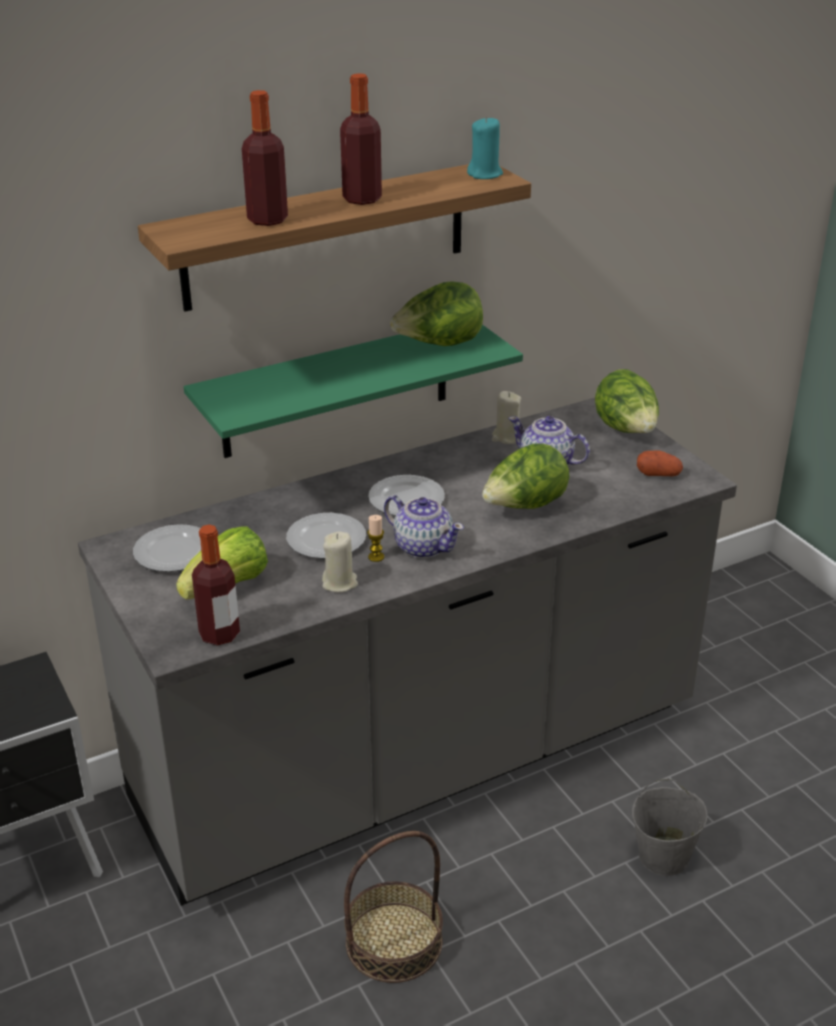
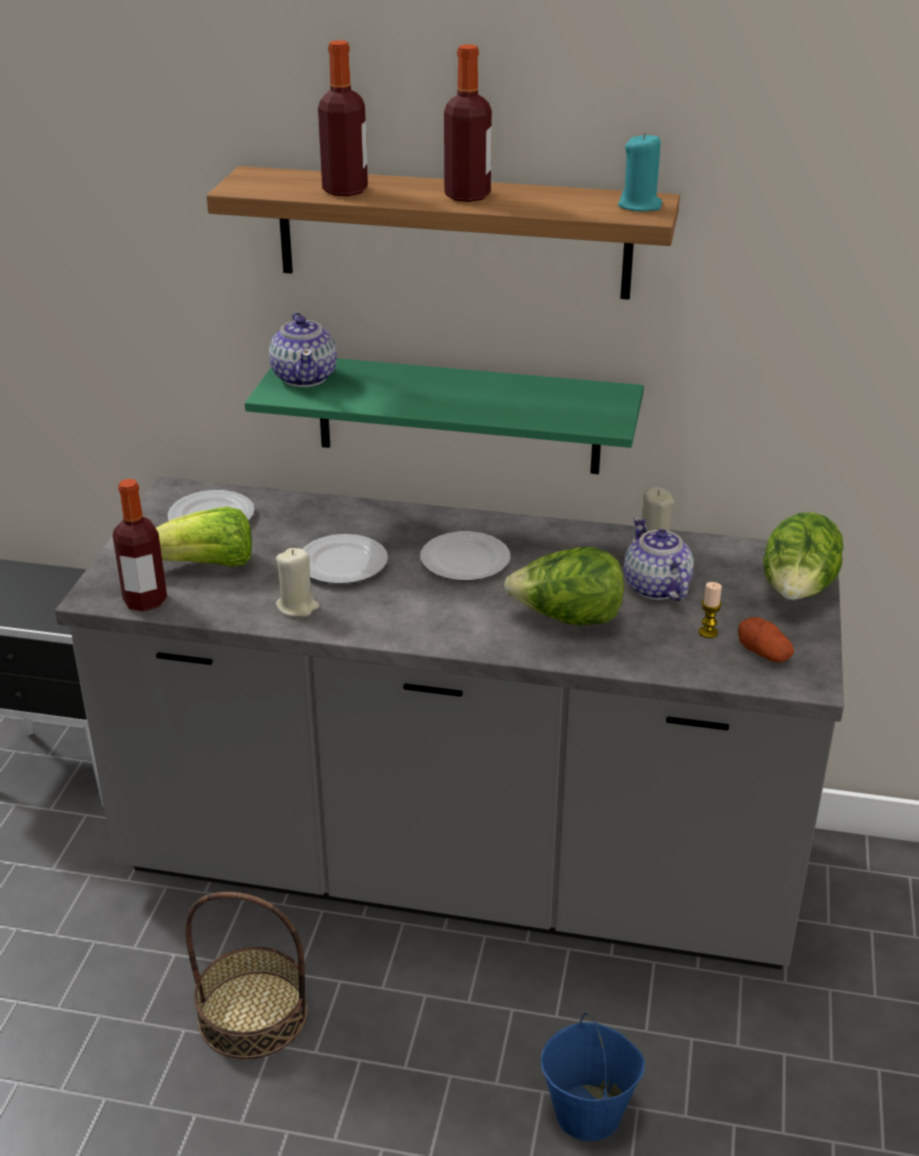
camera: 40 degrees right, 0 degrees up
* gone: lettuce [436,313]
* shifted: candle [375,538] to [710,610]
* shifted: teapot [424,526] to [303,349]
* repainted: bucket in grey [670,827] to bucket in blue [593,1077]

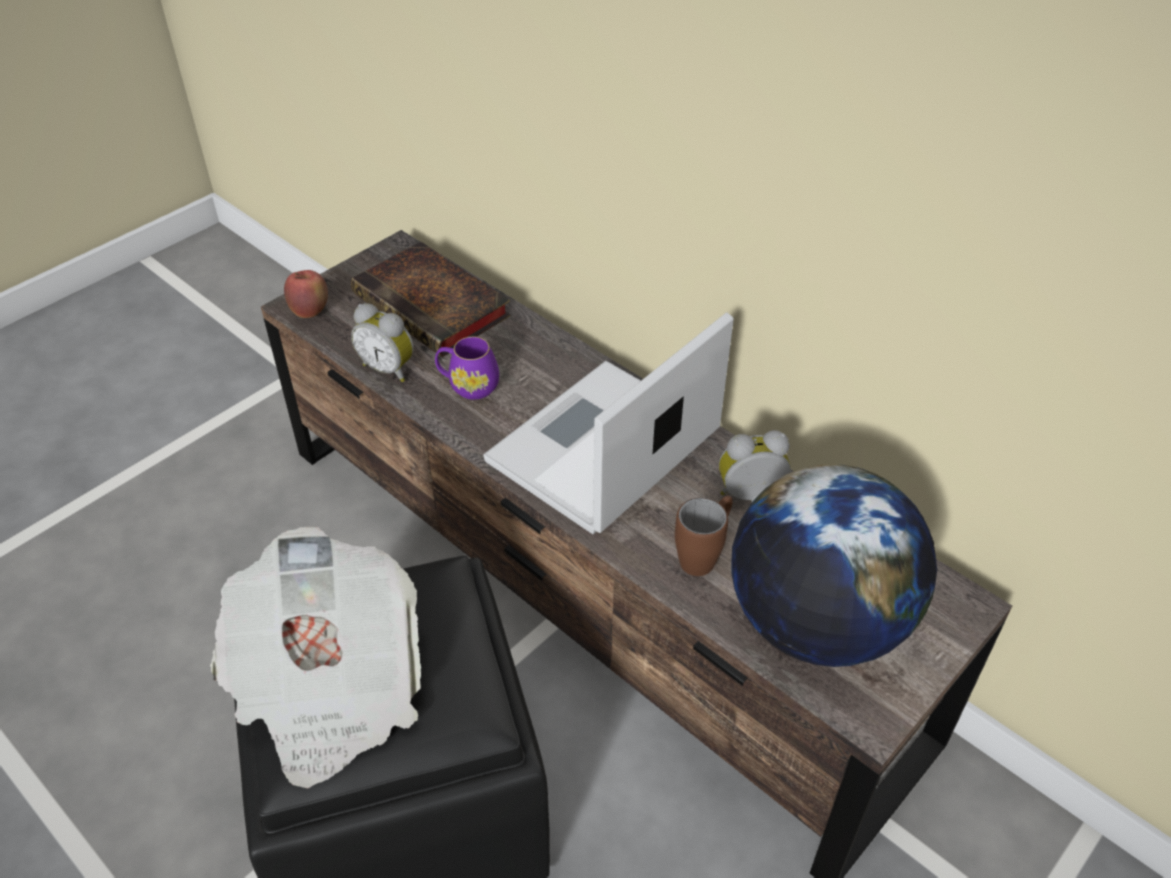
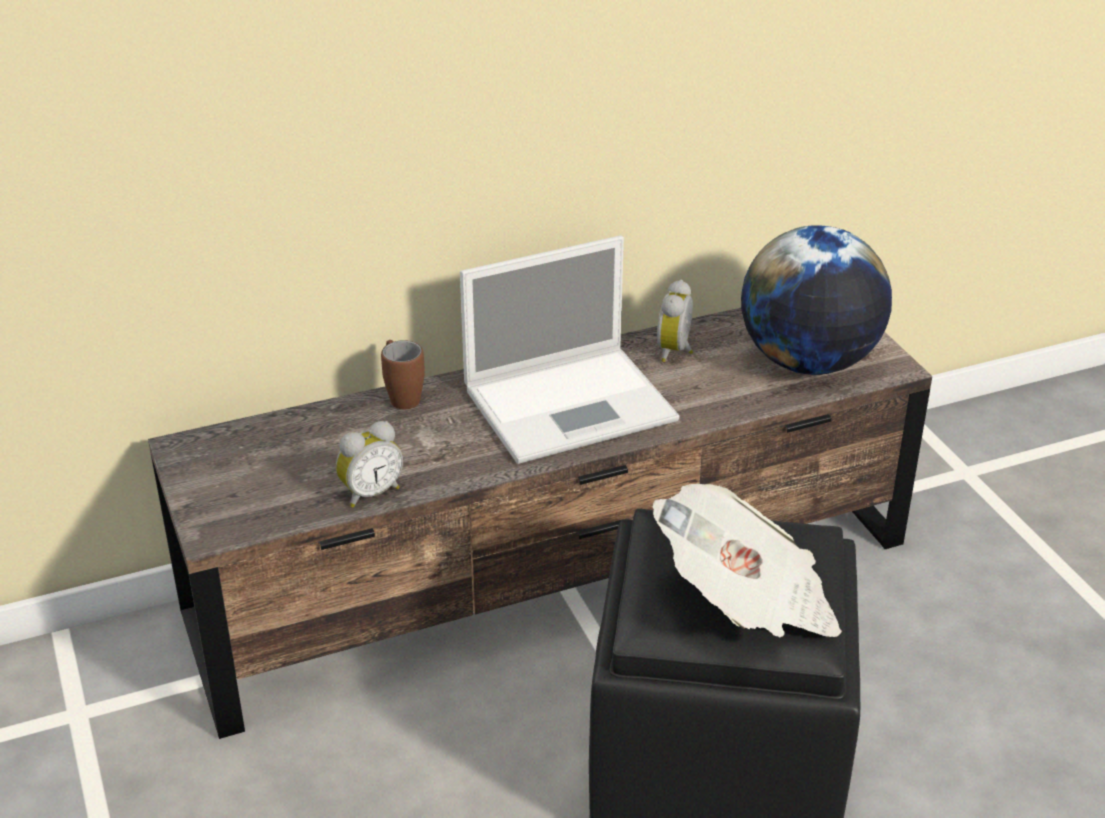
camera: 65 degrees left, 10 degrees down
* gone: apple [306,294]
* gone: book [431,299]
* gone: mug in purple [467,368]
* shifted: mug in brown [704,536] to [403,374]
* rotated: laptop [608,423] = [569,350] 90 degrees counterclockwise

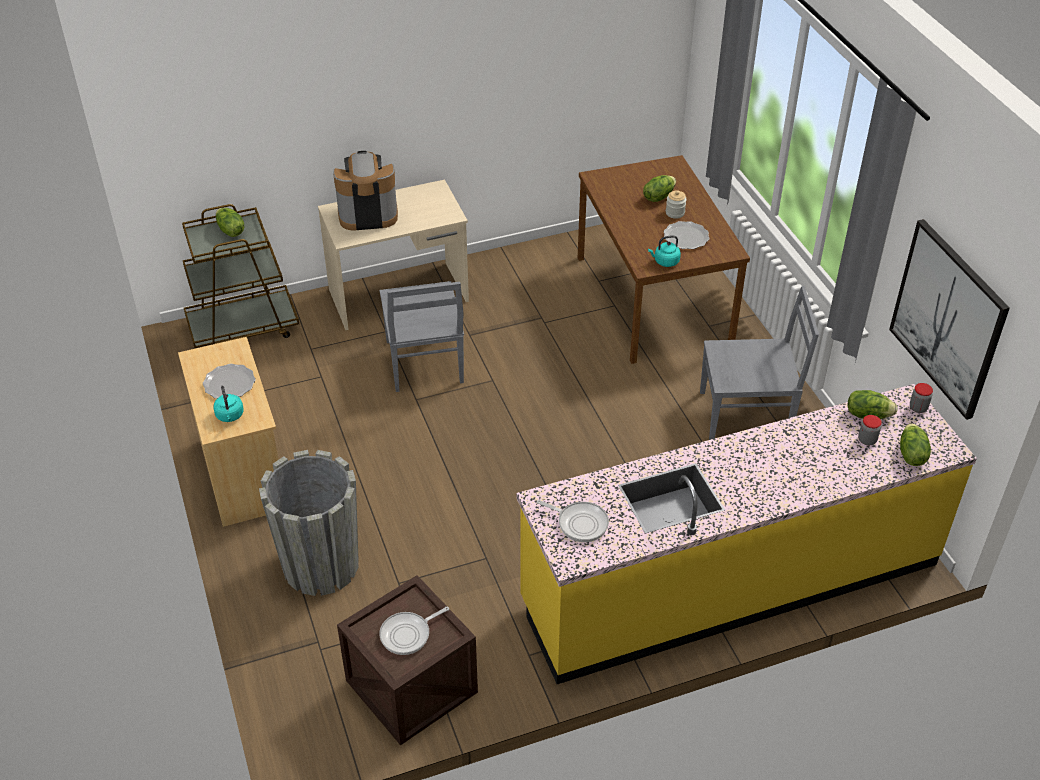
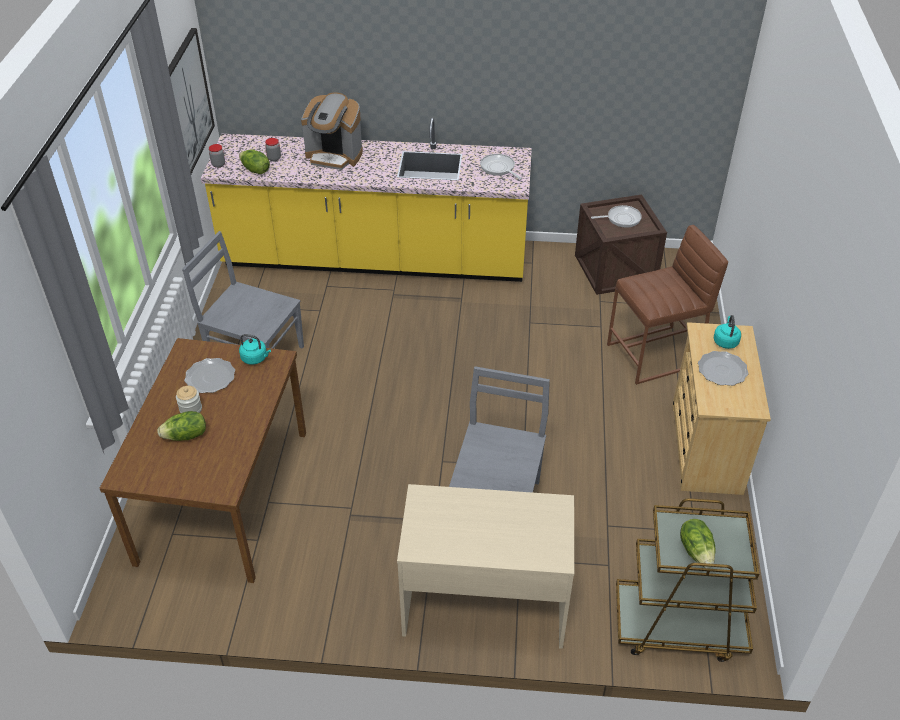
camera: 155 degrees left, 0 degrees up
* gone: lettuce [915,444]
* shifted: coffee machine [365,191] to [332,131]
* swapped: planter in grey [309,523] to stool in brown [667,305]

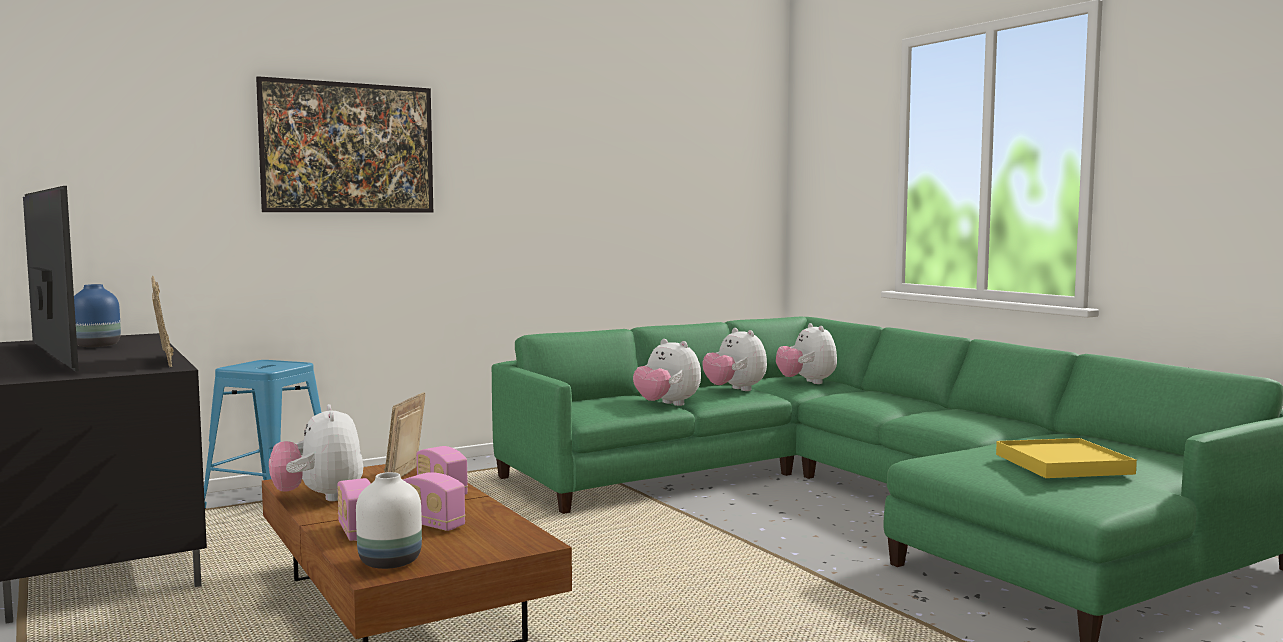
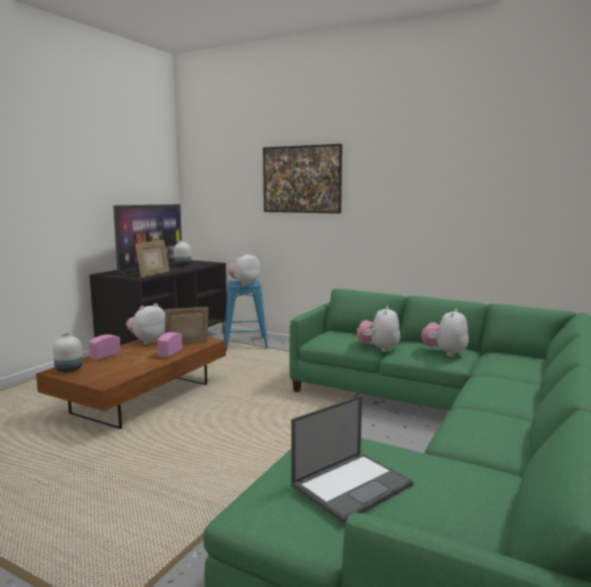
camera: 60 degrees right, 5 degrees up
* gone: radio [434,501]
* shifted: plush toy [806,353] to [244,269]
* swapped: tray in yellow [1066,458] to laptop [352,459]
* repainted: vase in blue [97,315] to vase in white [183,253]

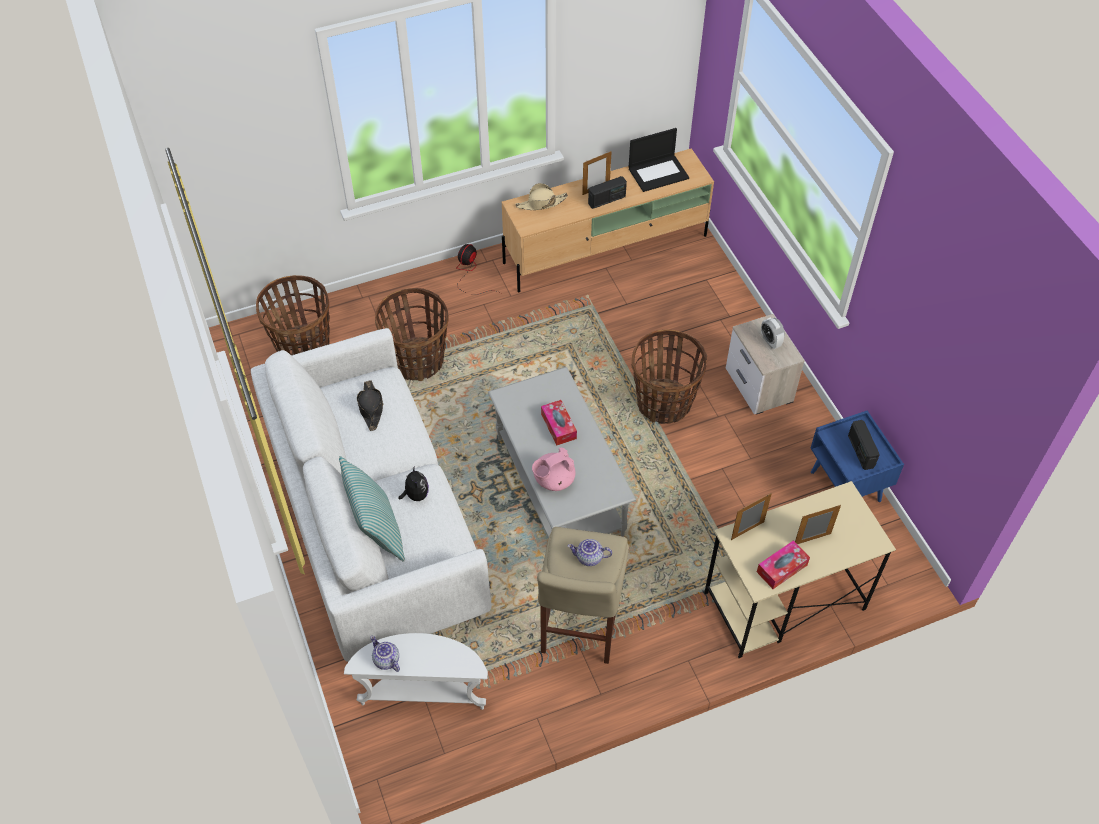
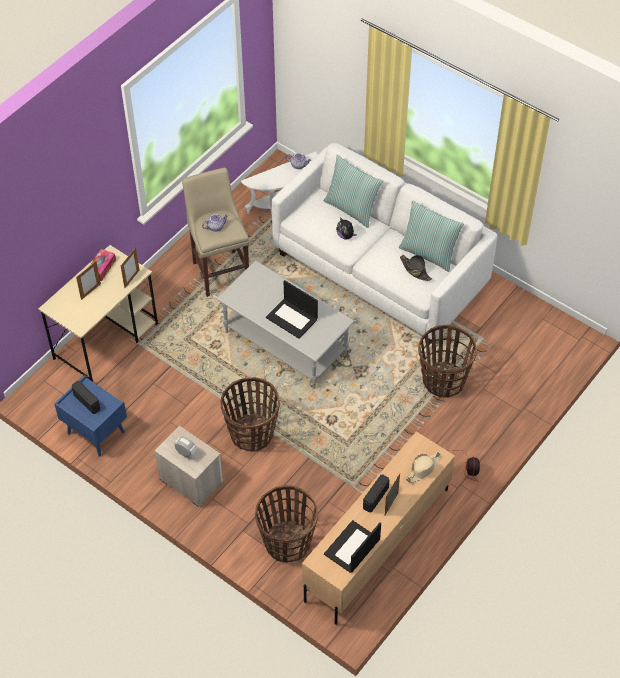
camera: 150 degrees right, 0 degrees up
* gone: teapot in pink [553,469]
* new: pillow [431,236]
* shifted: basket [293,315] to [286,524]
* swapped: tissue box [559,423] to laptop [292,309]

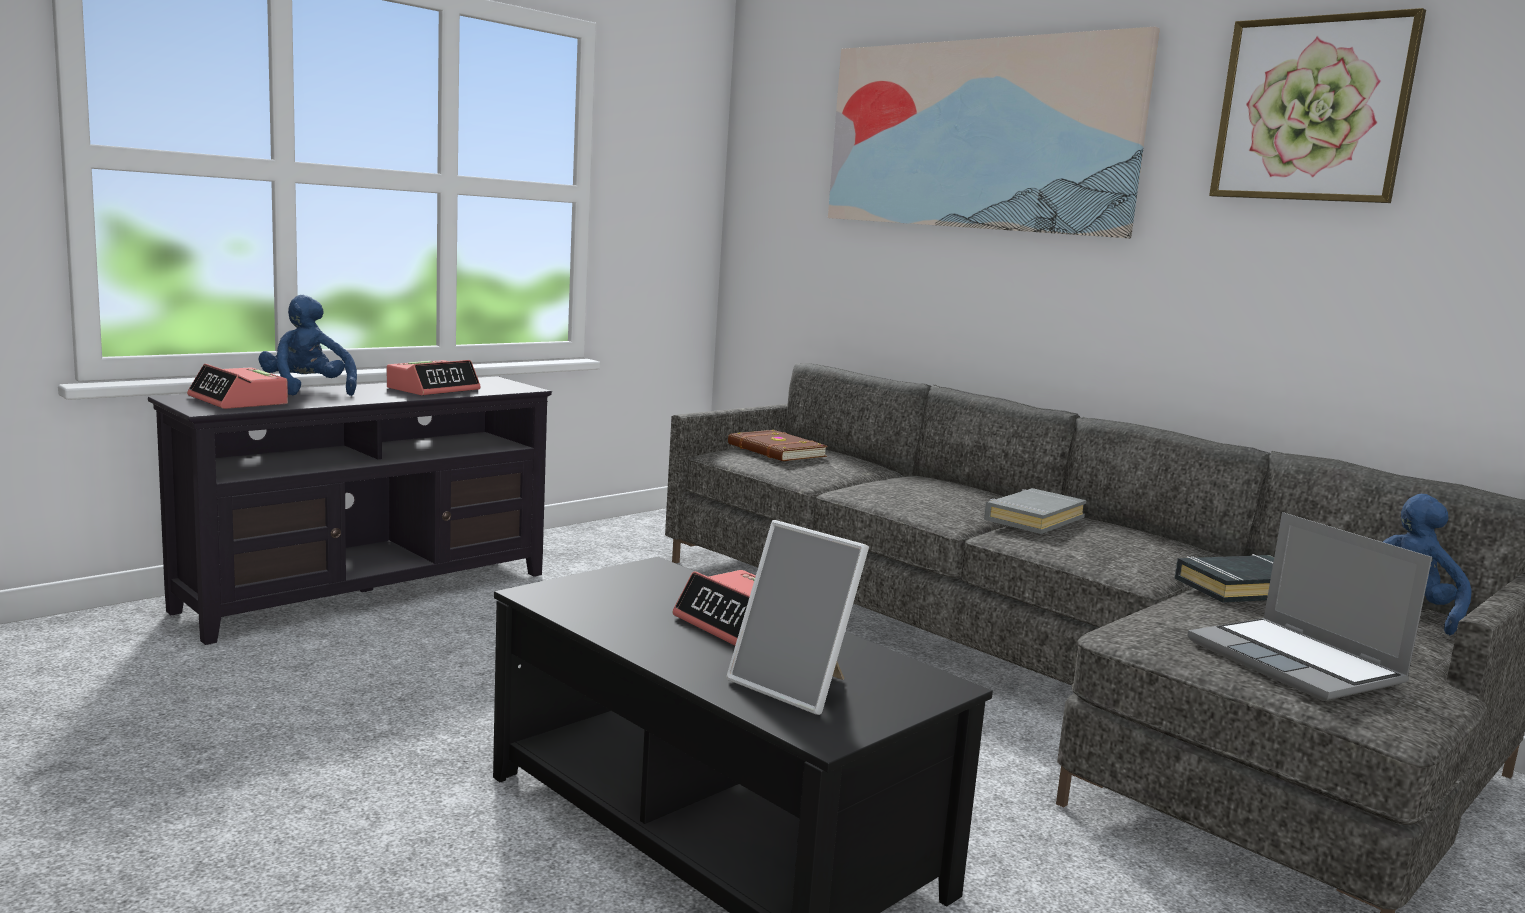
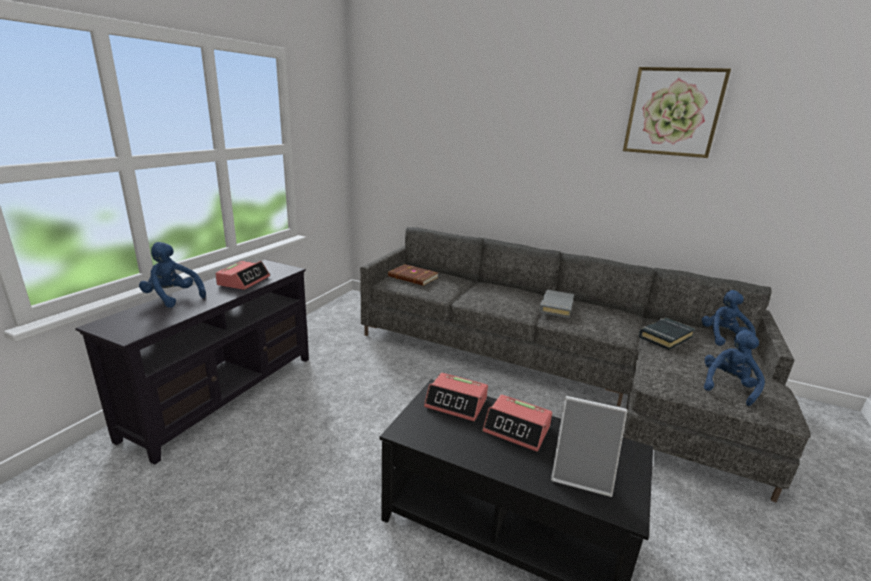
camera: 20 degrees left, 10 degrees up
* gone: picture [994,133]
* shifted: alarm clock [237,386] to [456,397]
* swapped: laptop [1309,606] to plush toy in blue [734,368]

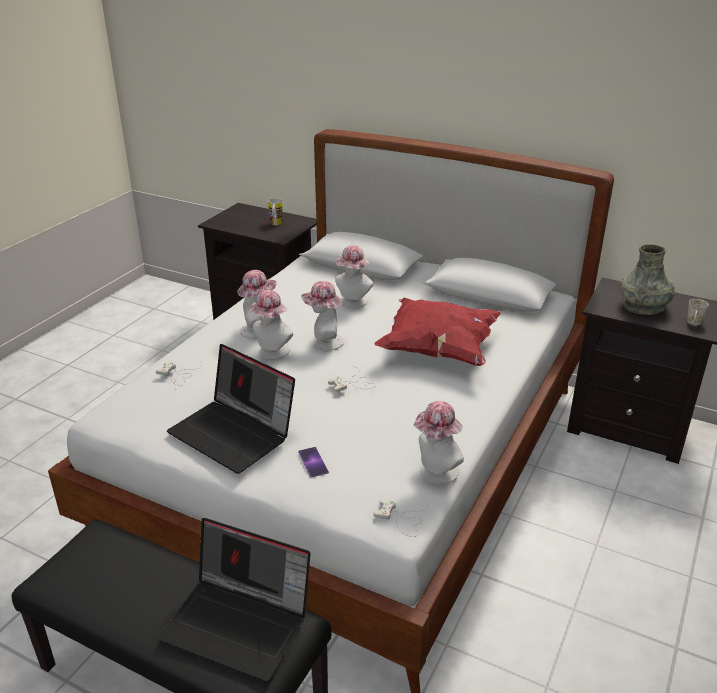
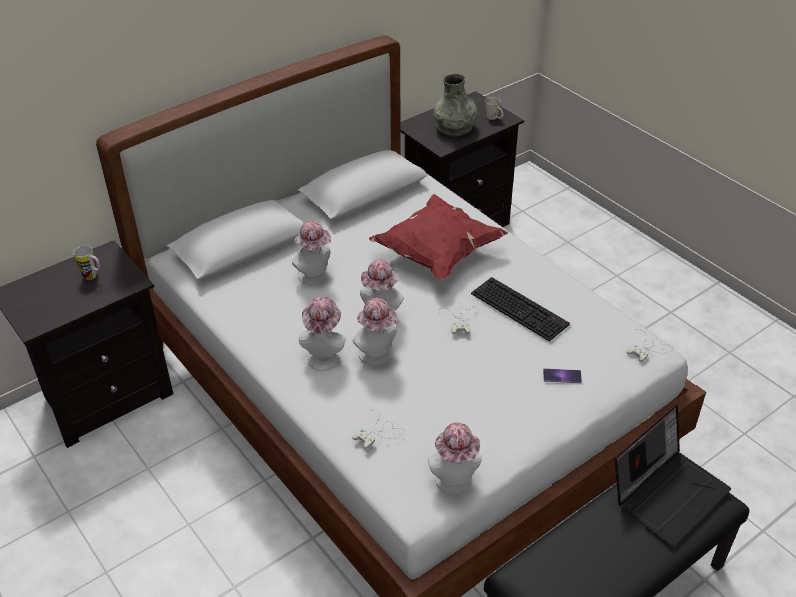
camera: 65 degrees left, 10 degrees up
* gone: laptop [231,409]
* new: keyboard [520,309]
* shifted: hat [438,442] to [454,458]

